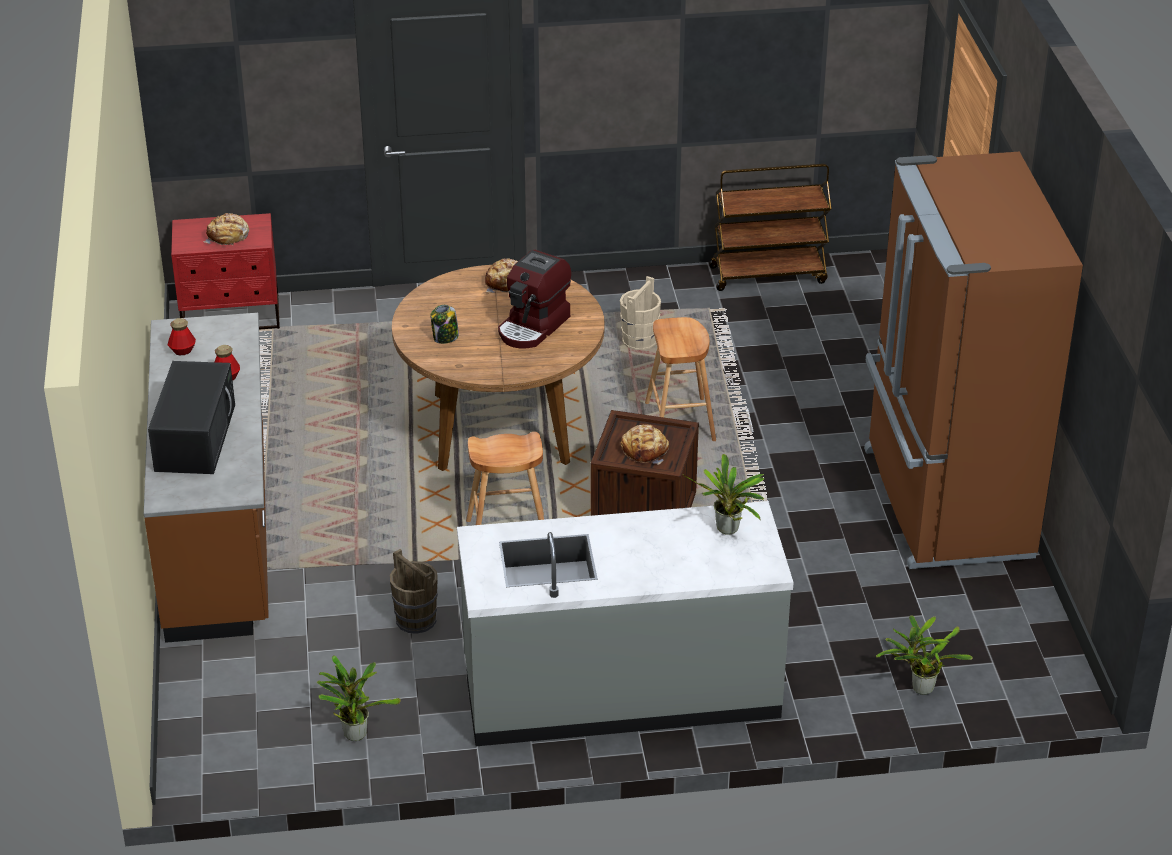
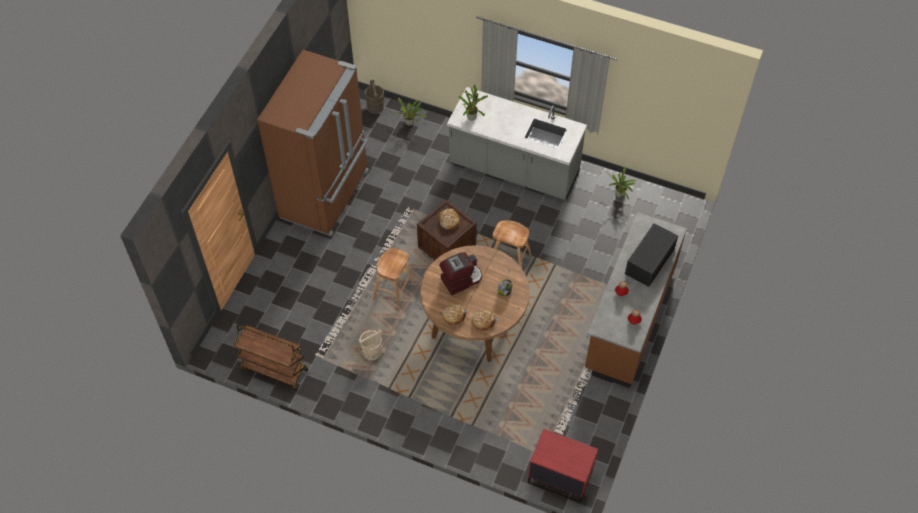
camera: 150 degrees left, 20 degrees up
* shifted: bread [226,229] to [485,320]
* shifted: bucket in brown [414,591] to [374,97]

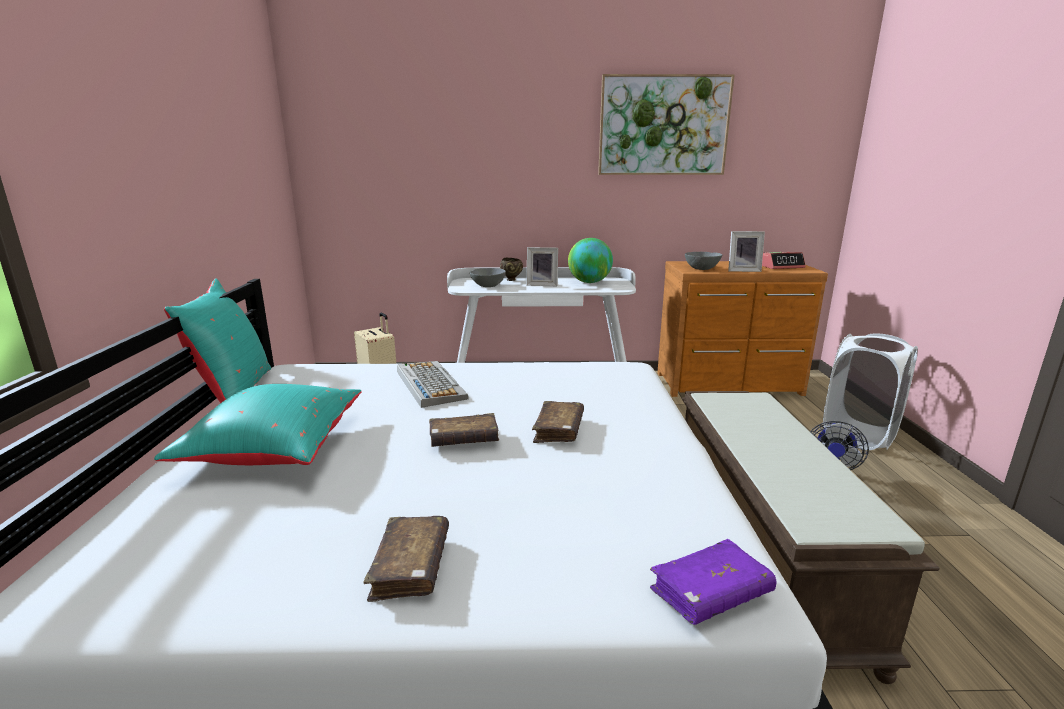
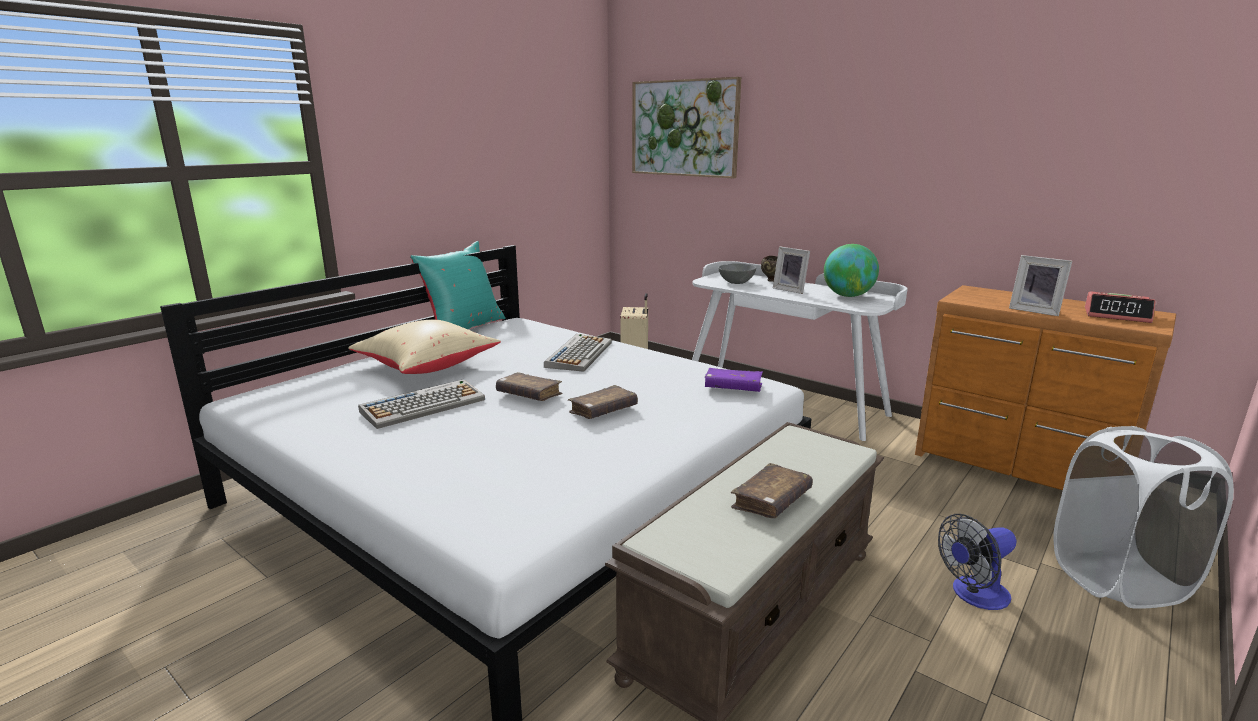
camera: 40 degrees right, 0 degrees up
* gone: bowl in grey [703,261]
* new: keyboard [421,404]
* shifted: book in brown [406,559] to [772,490]
* shifted: picture [666,124] to [686,127]
* shifted: book in purple [713,582] to [734,380]
* repainted: pillow in turquoise [258,424] to pillow in beige [424,347]

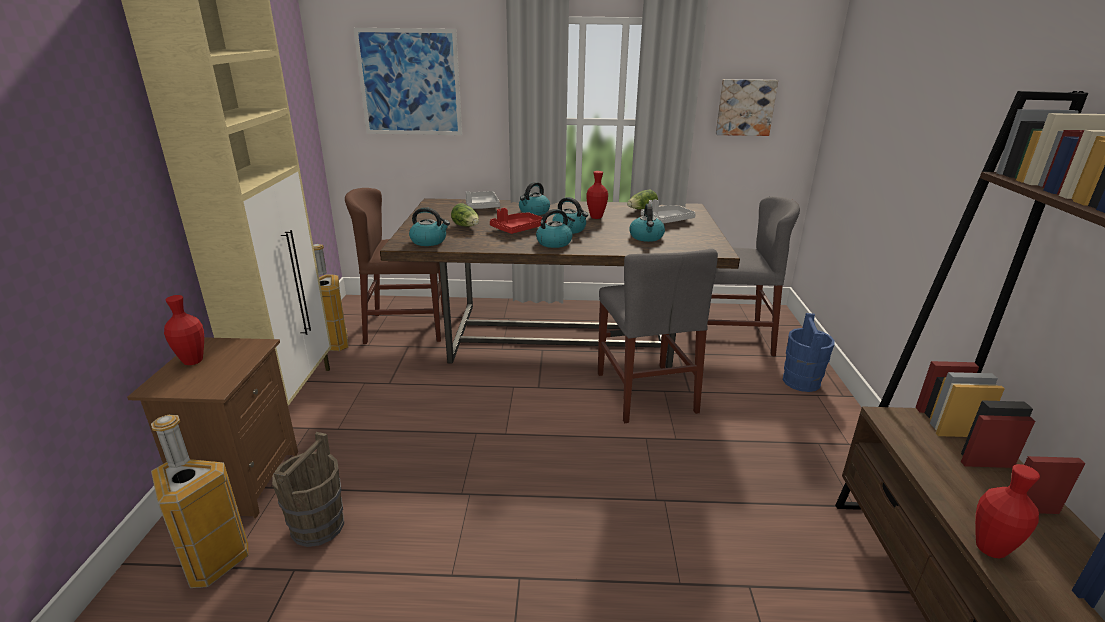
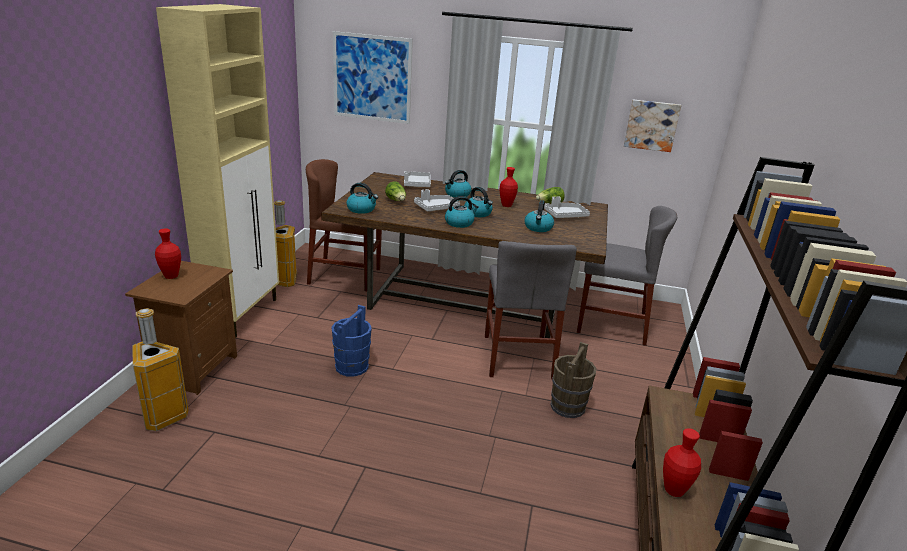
camera: 10 degrees right, 0 degrees up
* shifted: bucket in brown [308,489] to [573,380]
* shifted: bucket in blue [809,352] to [351,341]
* repainted: tray in red [518,221] to tray in grey [437,200]

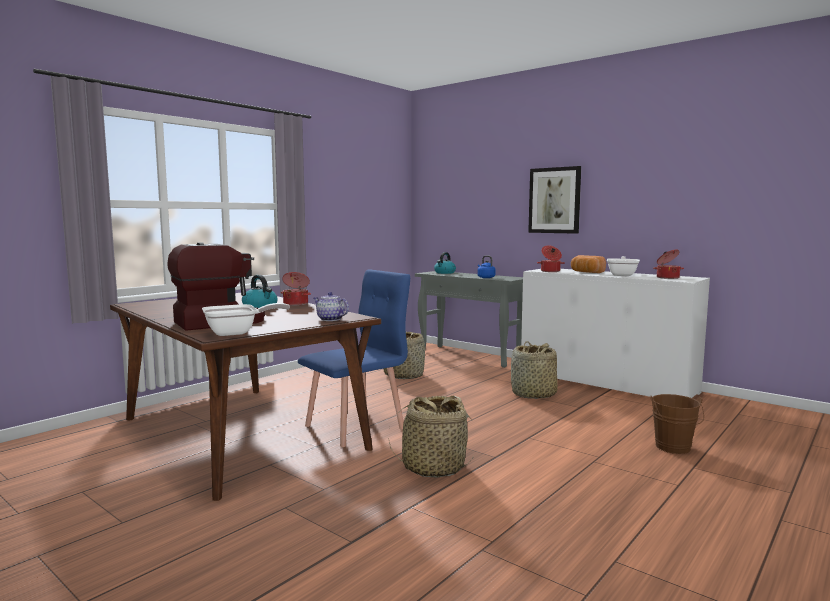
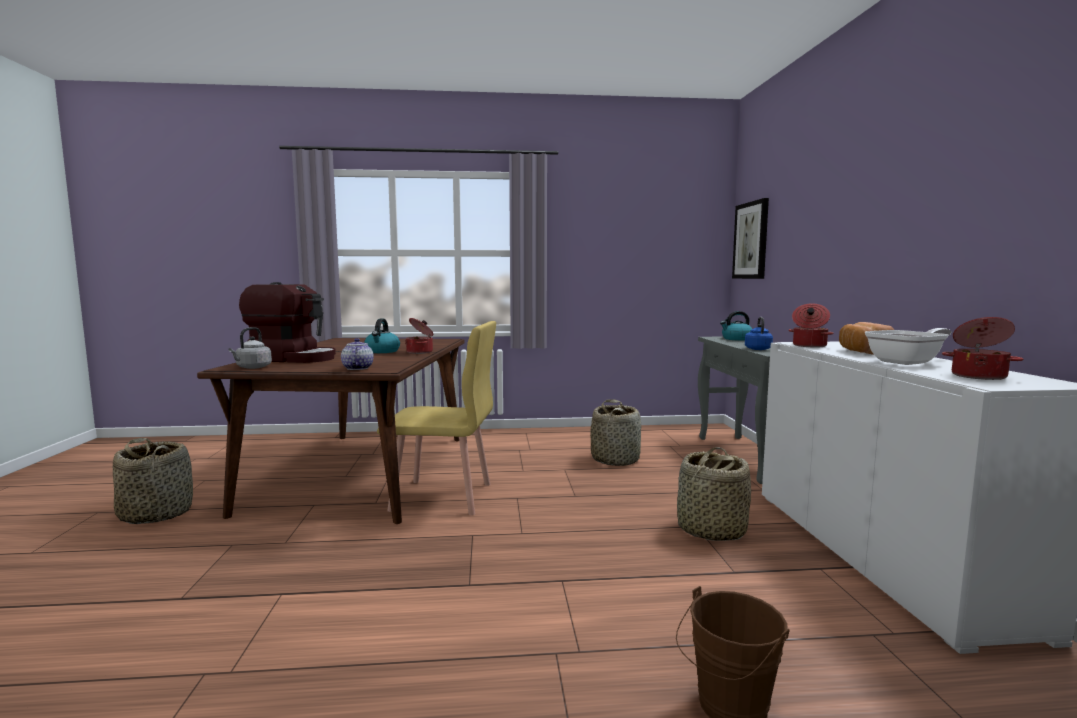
camera: 45 degrees right, 0 degrees up
* shifted: basket [431,437] to [153,481]
* shifted: picture [554,200] to [750,238]
* swapped: frying pan [246,319] to kettle in grey [250,348]
* repainted: chair in blue [354,358] to chair in yellow [436,418]

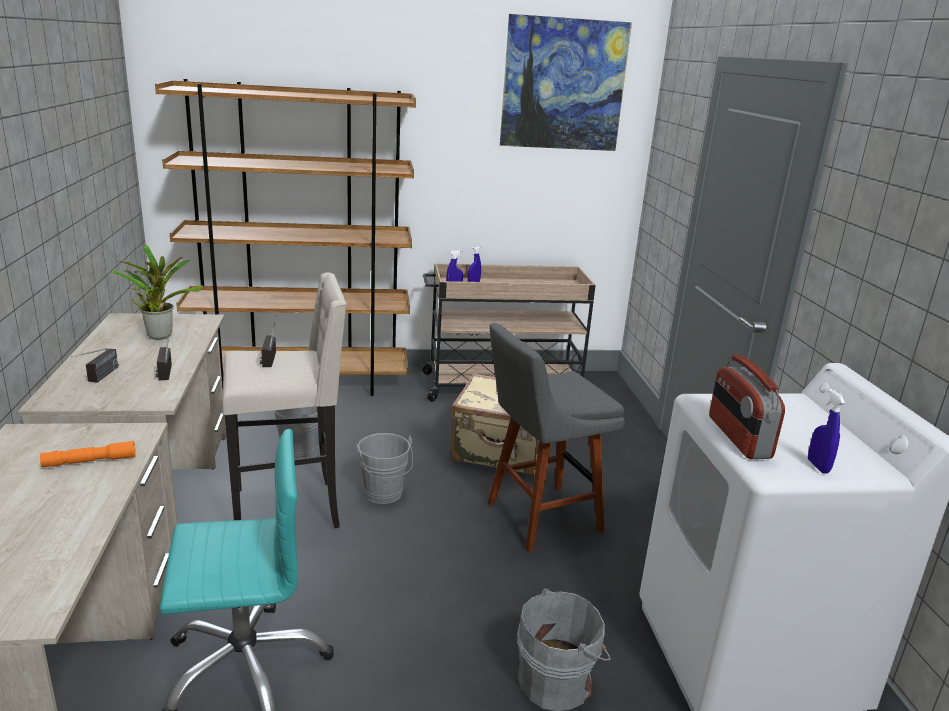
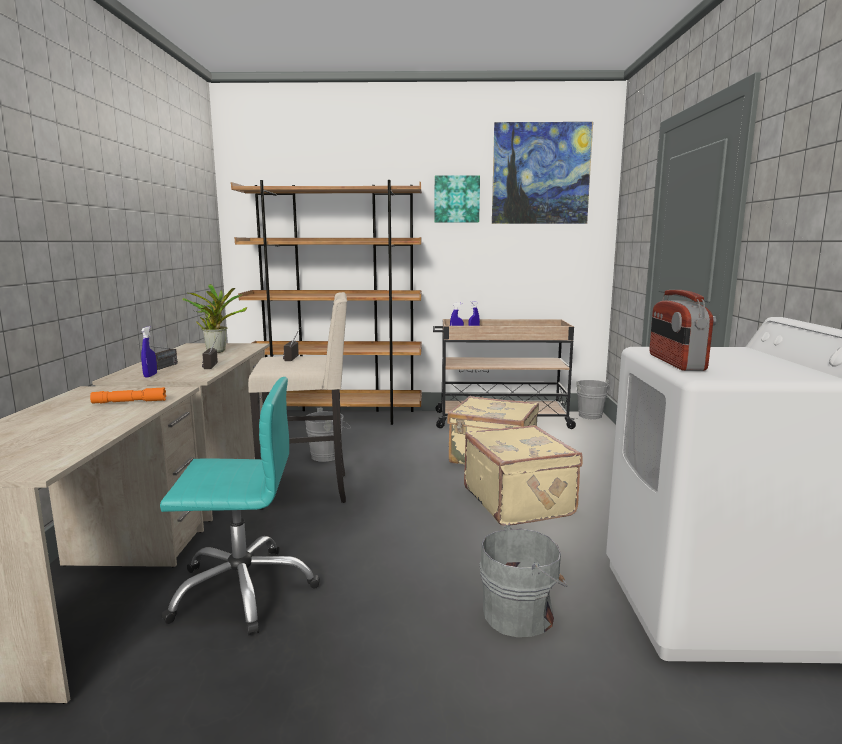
camera: 10 degrees right, 10 degrees down
* new: picture [457,199]
* shifted: bucket in grey [384,468] to [594,399]
* shifted: spray bottle in blue [826,431] to [149,352]
* swapped: stool in grey [556,437] to suitcase in beige [523,475]

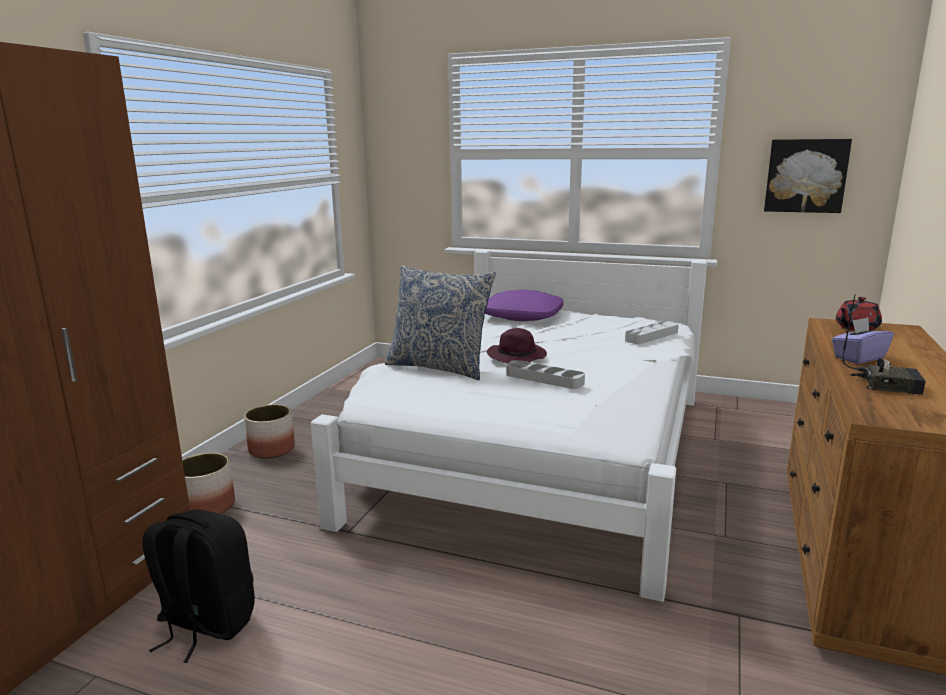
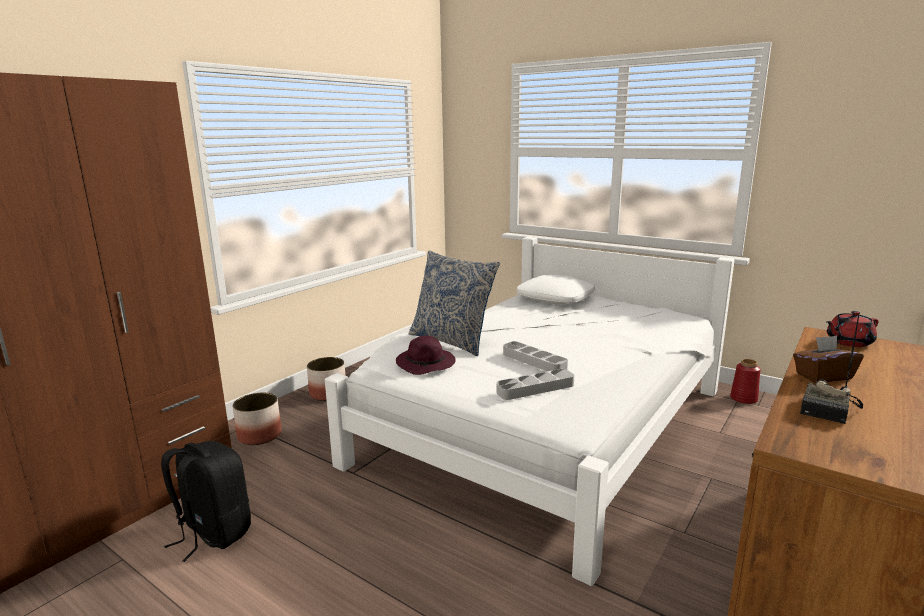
camera: 15 degrees right, 0 degrees up
* gone: picture [808,176]
* new: vase in red [745,381]
* shifted: hat in purple [517,346] to [426,355]
* shifted: tray in grey [652,332] to [535,384]
* repainted: pillow in purple [524,305] to pillow in white [556,289]
* repainted: tissue box in purple [863,340] to tissue box in brown [828,359]
* rotated: radio [884,344] = [831,369] 90 degrees clockwise

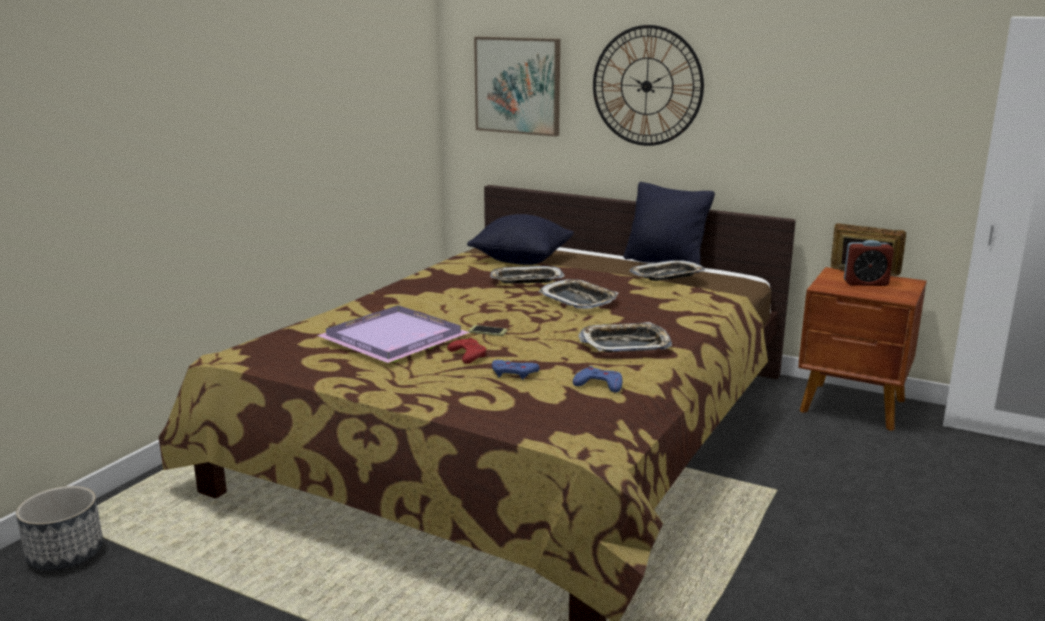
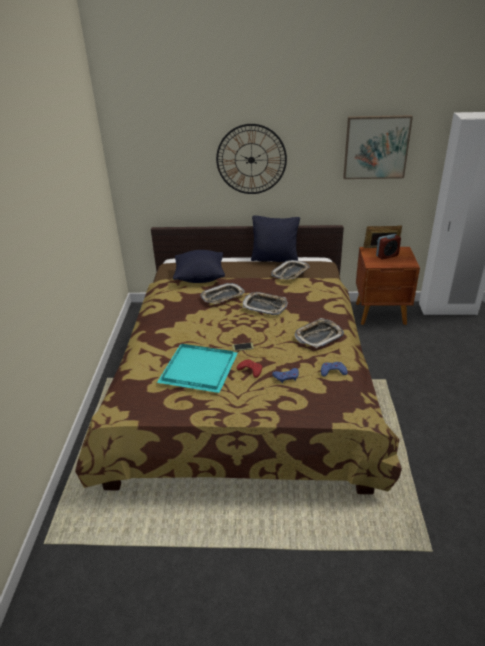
camera: 25 degrees left, 15 degrees up
* gone: planter [59,528]
* shifted: picture [517,87] to [378,147]
* repainted: tray in purple [393,334] to tray in turquoise [197,368]

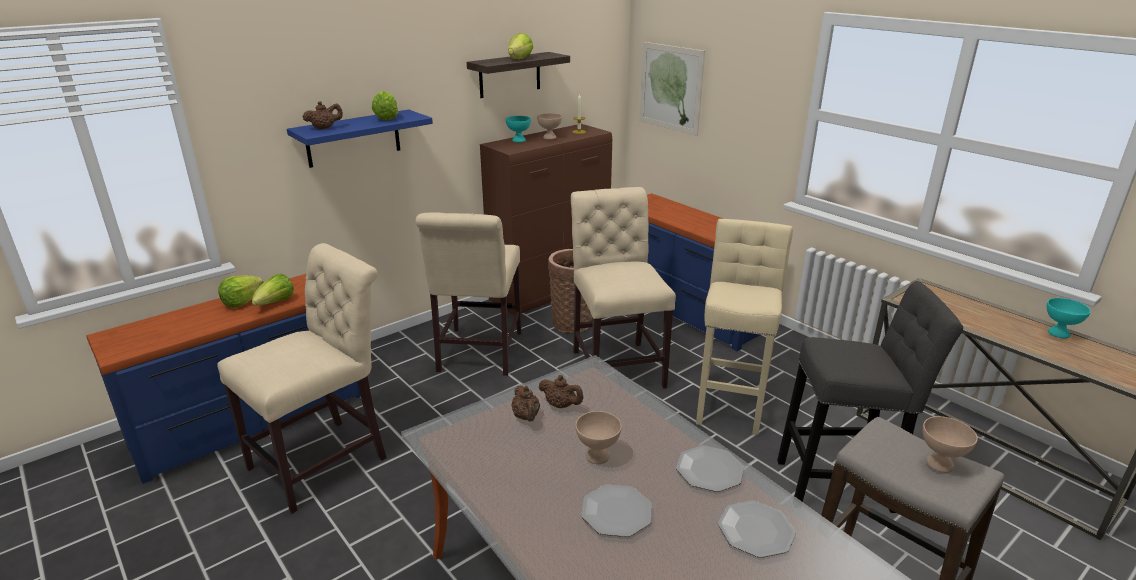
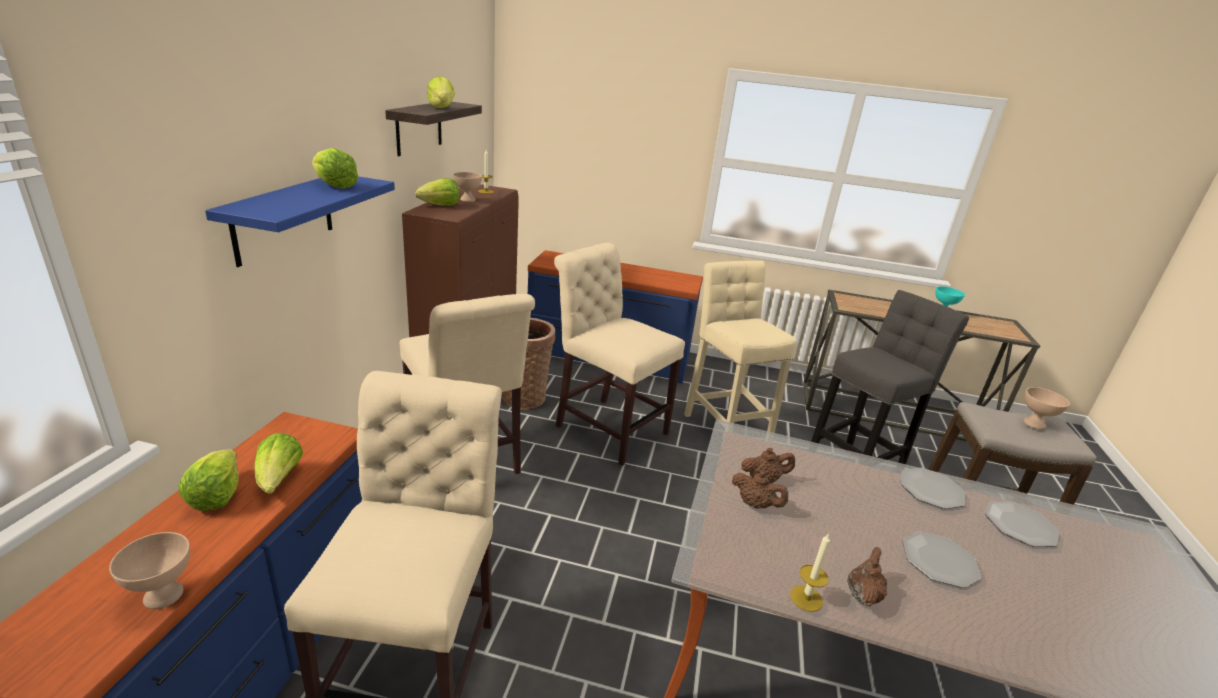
camera: 40 degrees left, 0 degrees up
* gone: picture [672,89]
* new: candle [810,572]
* shifted: teapot in brown [322,115] to [867,576]
* shifted: bowl in beige [598,437] to [149,570]
* swapped: bowl in turquoise [518,129] to lettuce [437,192]

